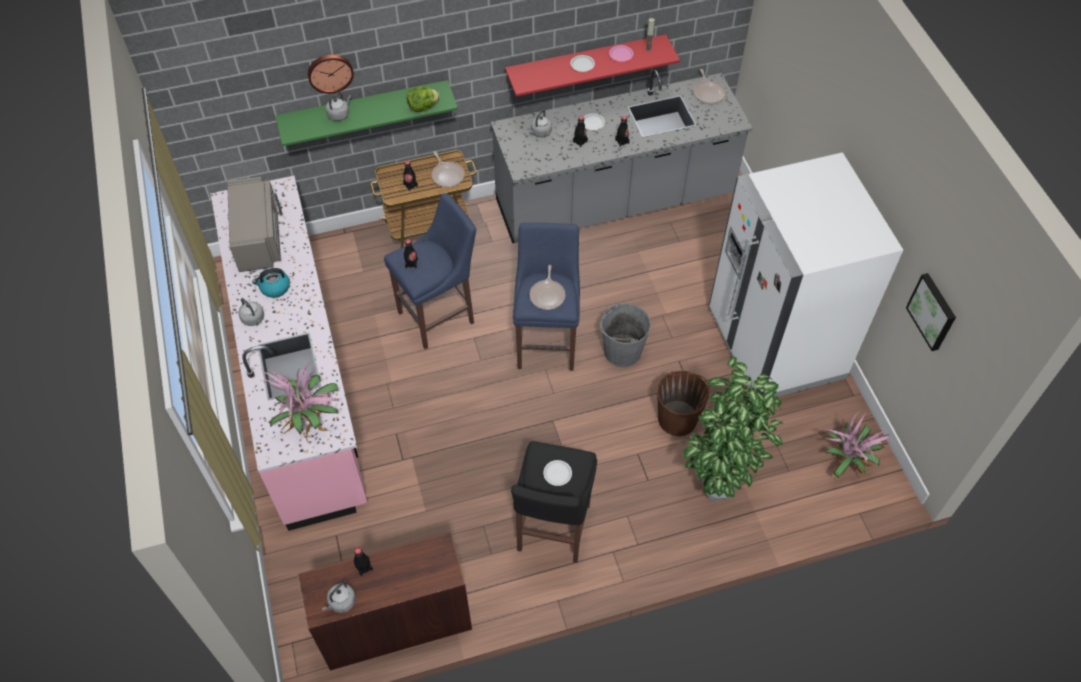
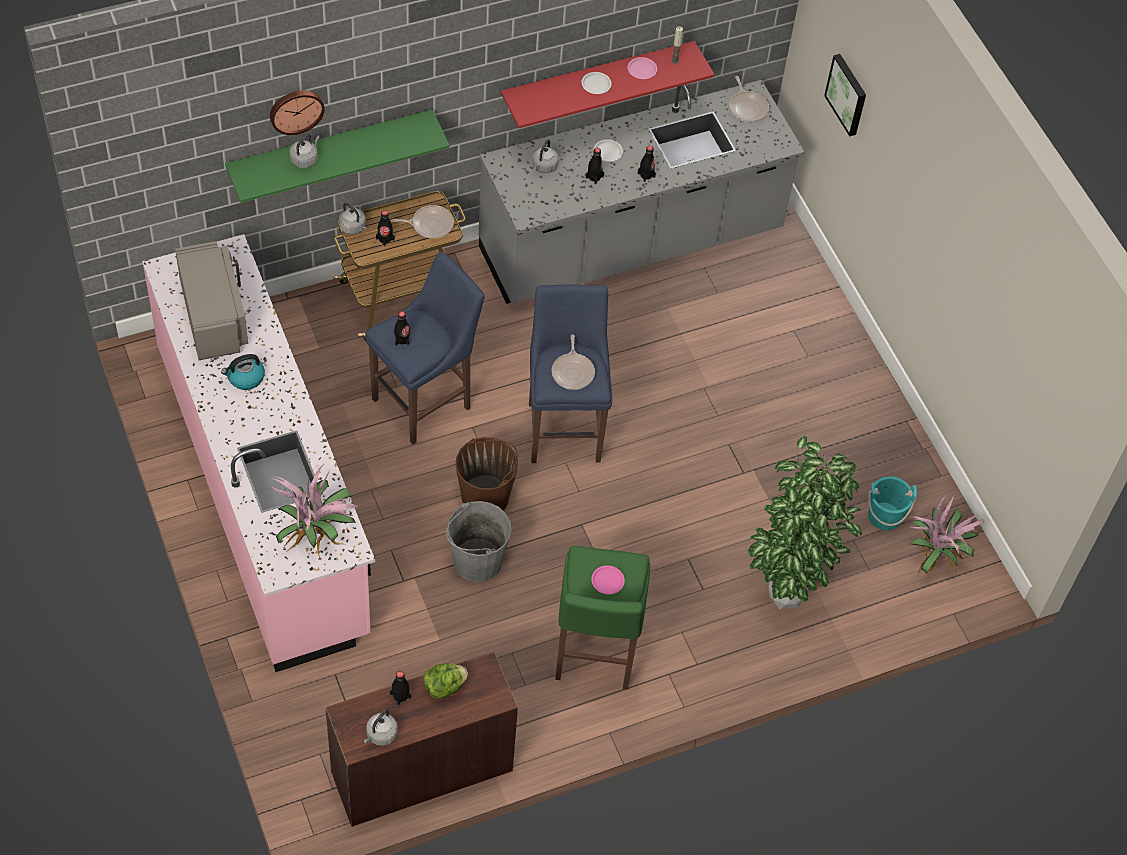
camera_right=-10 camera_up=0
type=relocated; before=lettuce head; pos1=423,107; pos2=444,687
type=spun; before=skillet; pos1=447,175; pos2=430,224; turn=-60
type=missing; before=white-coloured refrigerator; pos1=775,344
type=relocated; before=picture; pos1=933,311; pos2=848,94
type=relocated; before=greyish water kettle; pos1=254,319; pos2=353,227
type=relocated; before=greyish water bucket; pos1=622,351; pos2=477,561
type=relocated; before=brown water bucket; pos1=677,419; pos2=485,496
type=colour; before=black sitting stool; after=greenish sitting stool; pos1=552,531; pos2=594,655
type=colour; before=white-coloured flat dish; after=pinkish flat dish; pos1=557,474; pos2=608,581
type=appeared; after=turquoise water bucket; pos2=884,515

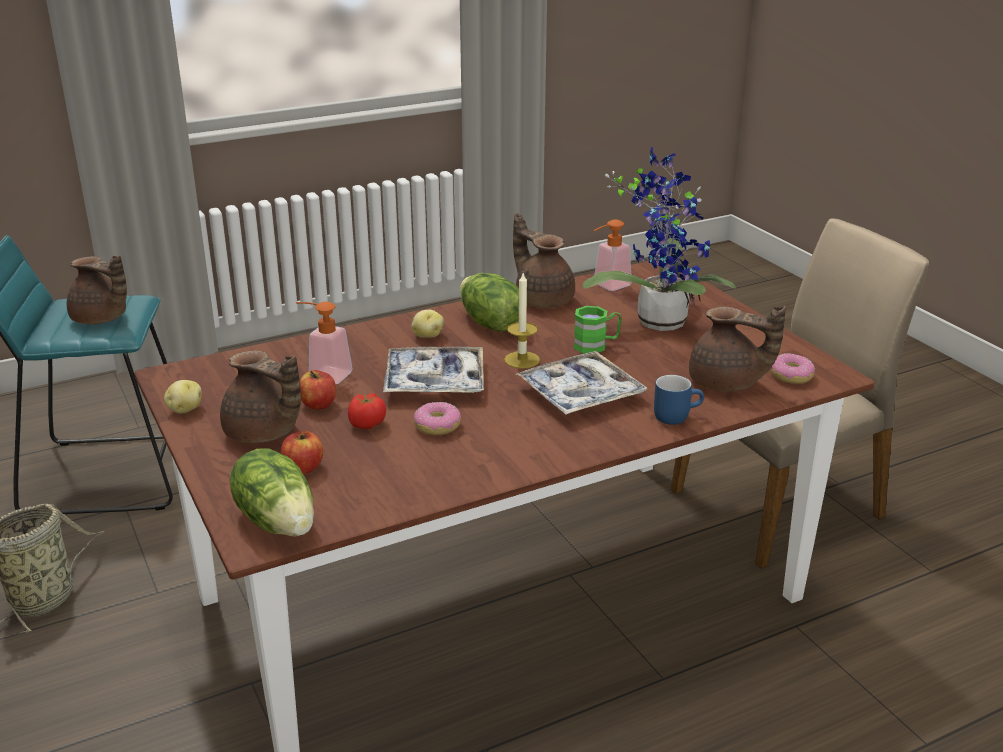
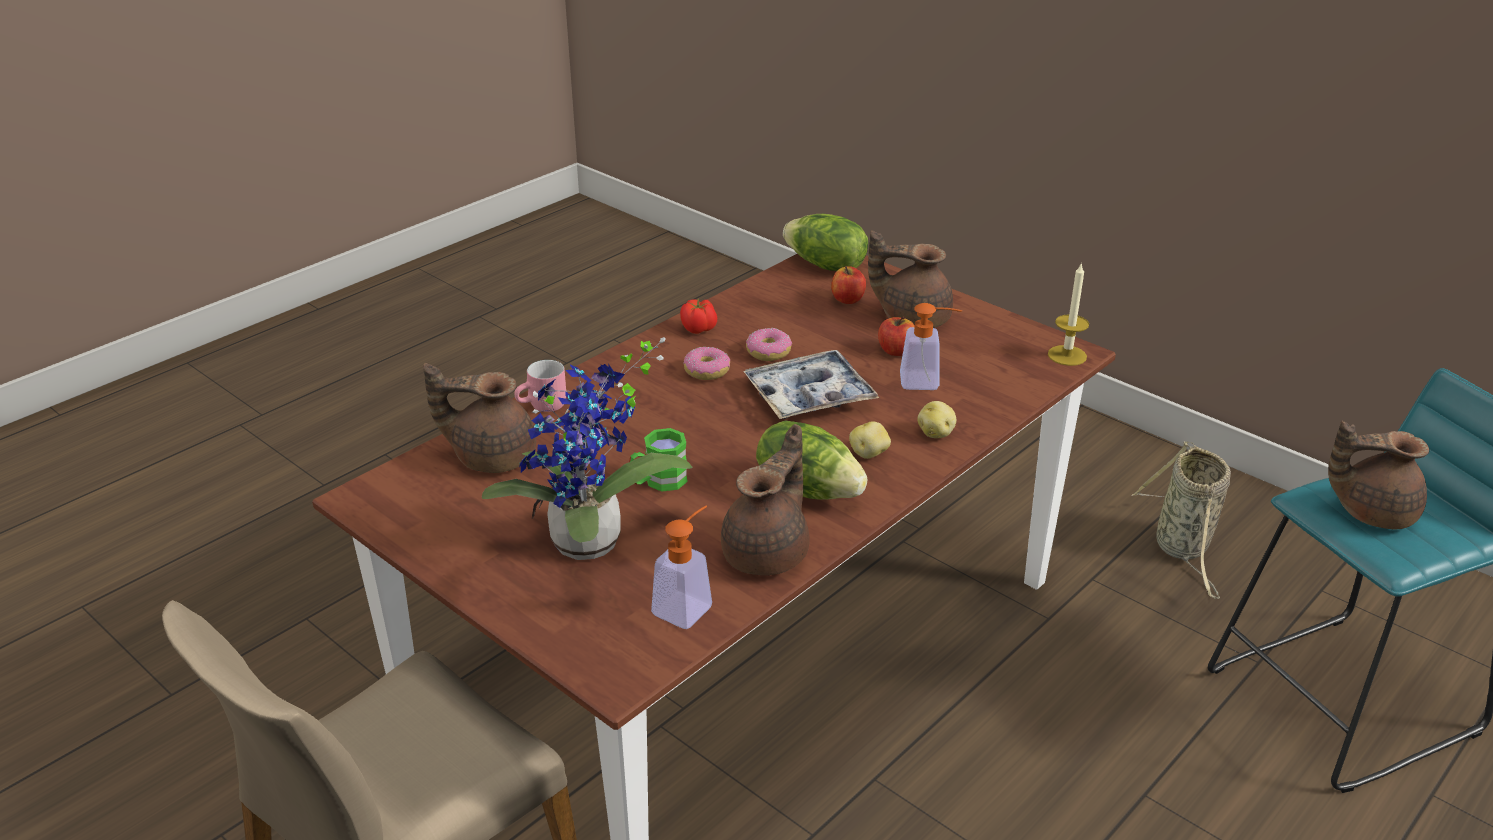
camera_right=160 camera_up=5
type=spun; before=brown teapot; pos1=543,299; pos2=768,553; turn=-90
type=relocated; before=candle; pos1=522,360; pos2=1067,355
type=missing; before=serving tray; pos1=580,394
type=relocated; before=doughnut; pos1=791,376; pos2=707,371
type=colour; before=bluish coffee mug; after=pinkish coffee mug; pos1=675,415; pos2=544,406
type=relocated; before=potato; pos1=185,409; pos2=936,433
type=relocated; before=tomato; pos1=367,424; pos2=699,329

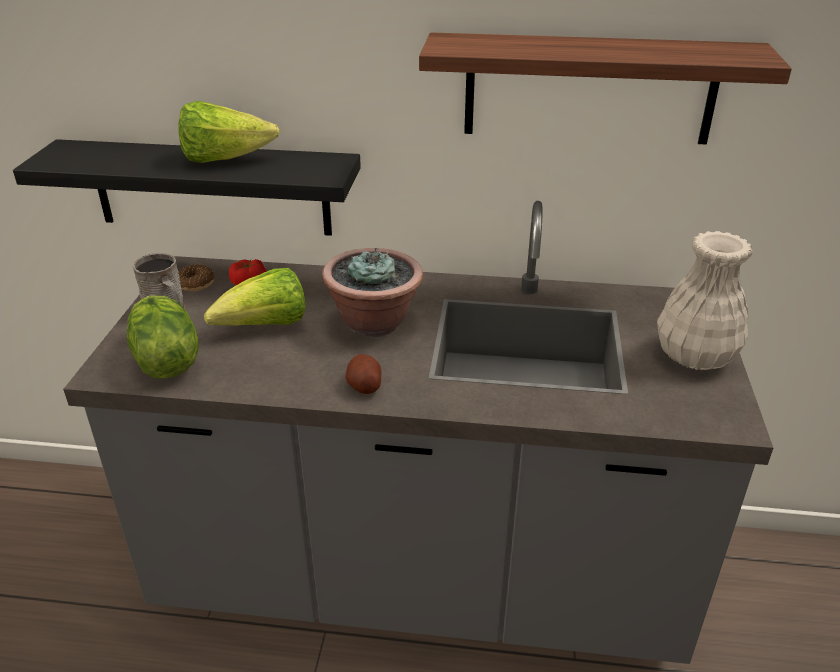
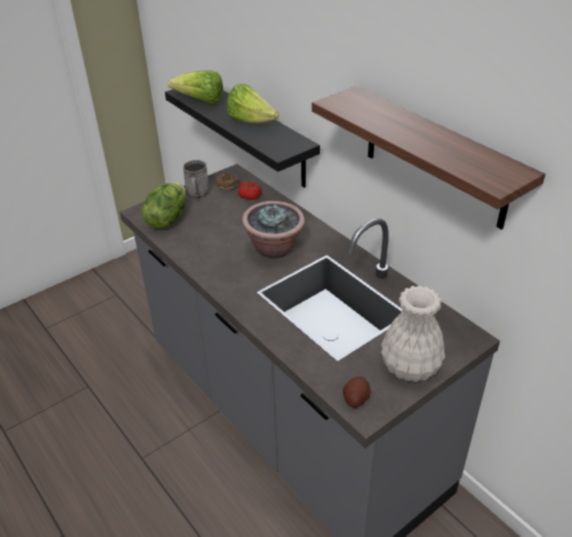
camera_right=45 camera_up=5
type=relocated; before=lettuce head; pos1=265,327; pos2=201,102
type=relocated; before=potato; pos1=364,386; pos2=355,398

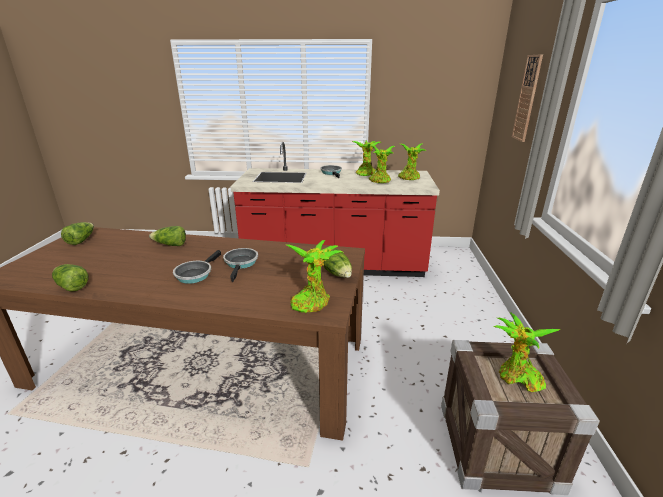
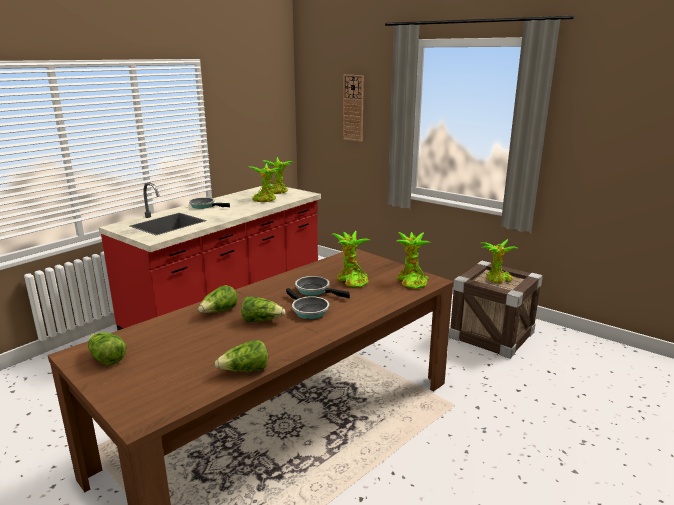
camera_right=-55 camera_up=-5
type=relocated; before=houseplant; pos1=365,173; pos2=351,281
type=relocated; before=lettuce head; pos1=338,274; pos2=261,320

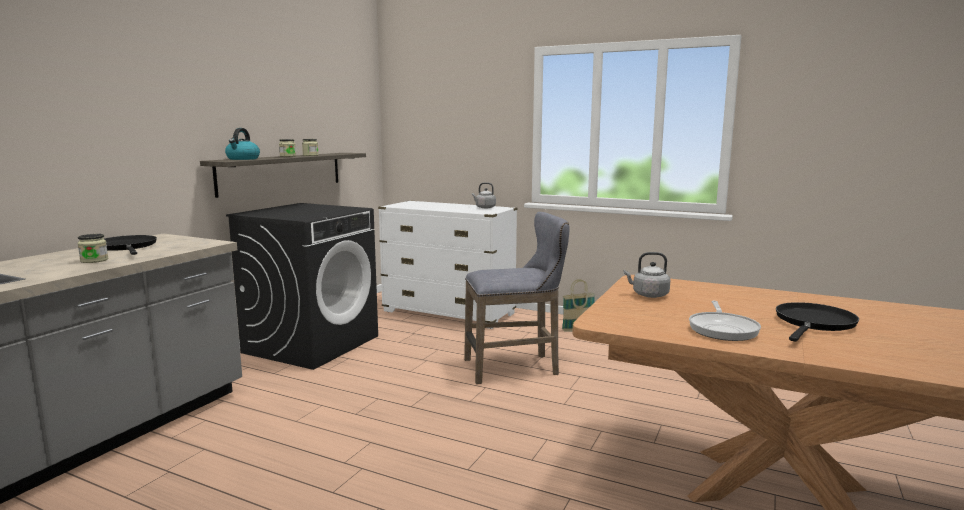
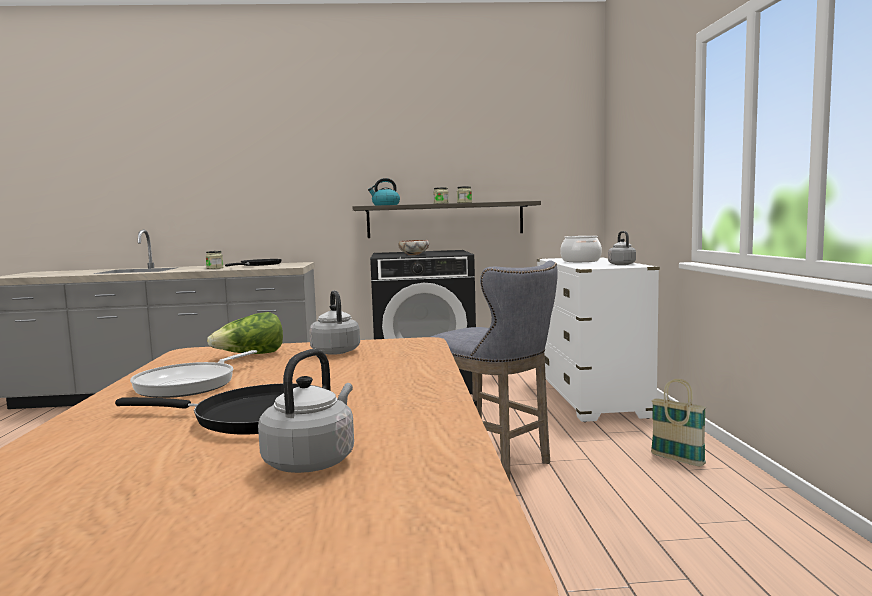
camera_right=60 camera_up=-5
type=spun; before=skillet; pos1=723,329; pos2=191,384; turn=-45
type=appeared; after=cooking pot; pos2=580,261
type=appeared; after=deep dish; pos2=414,255
type=appeared; after=lettuce head; pos2=250,355
type=appeared; after=greyish water kettle; pos2=312,460

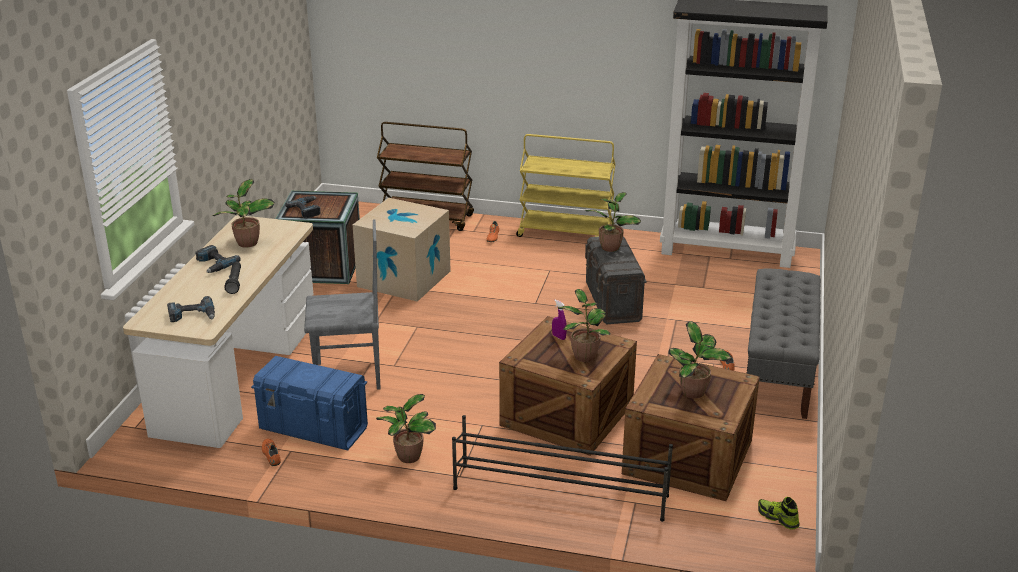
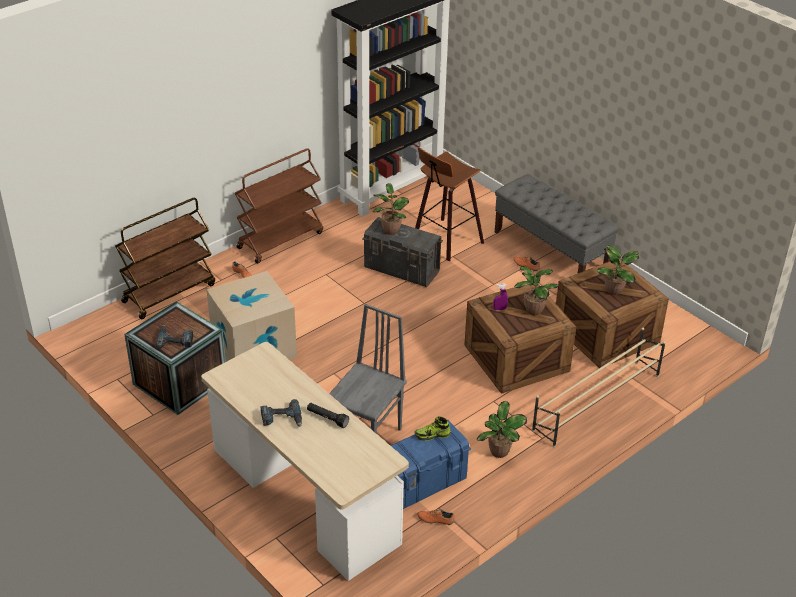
camera_right=-55 camera_up=10
type=colour; before=yellow cart; after=brown cart; pos1=566,233; pos2=280,239
type=missing; before=houseplant; pos1=247,243
type=missing; before=drill; pos1=192,316
type=colour; before=black shoe stand; after=beige-coloured shoe stand; pos1=559,492; pos2=596,403
type=relocated; before=item of footwear; pos1=777,518; pos2=432,435
type=appeared; after=sitting stool; pos2=445,241

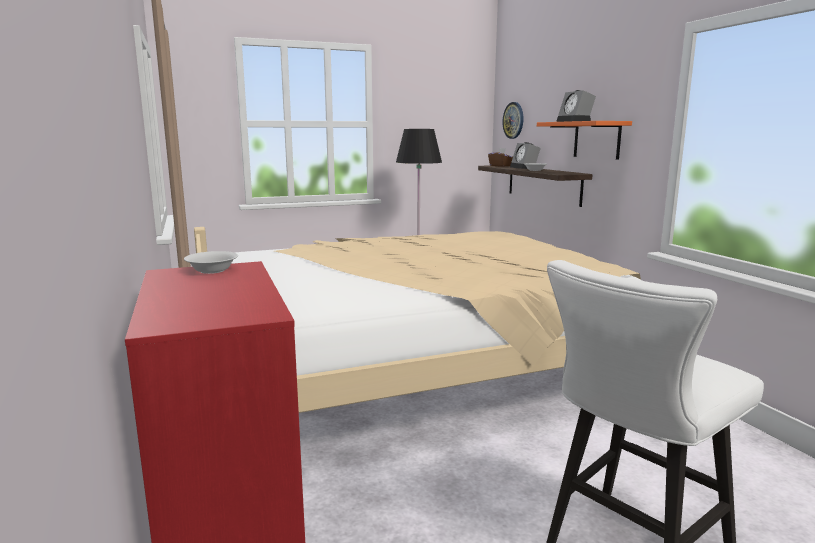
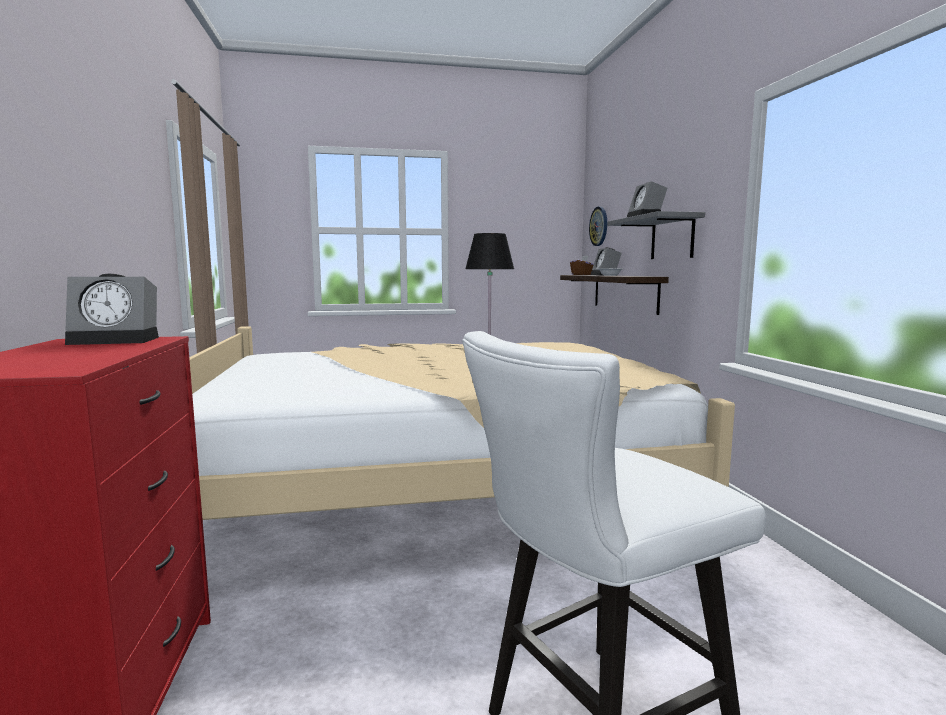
camera_right=10 camera_up=-5
type=colour; before=orange shelf; after=greyish shelf; pos1=597,140; pos2=672,238
type=exchanged; before=white-coloured deep dish; after=bedside clock; pos1=213,270; pos2=118,340

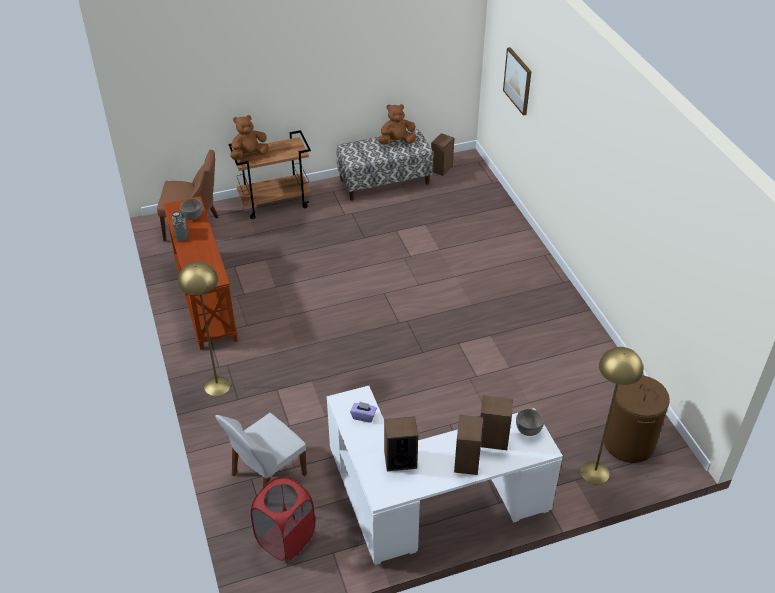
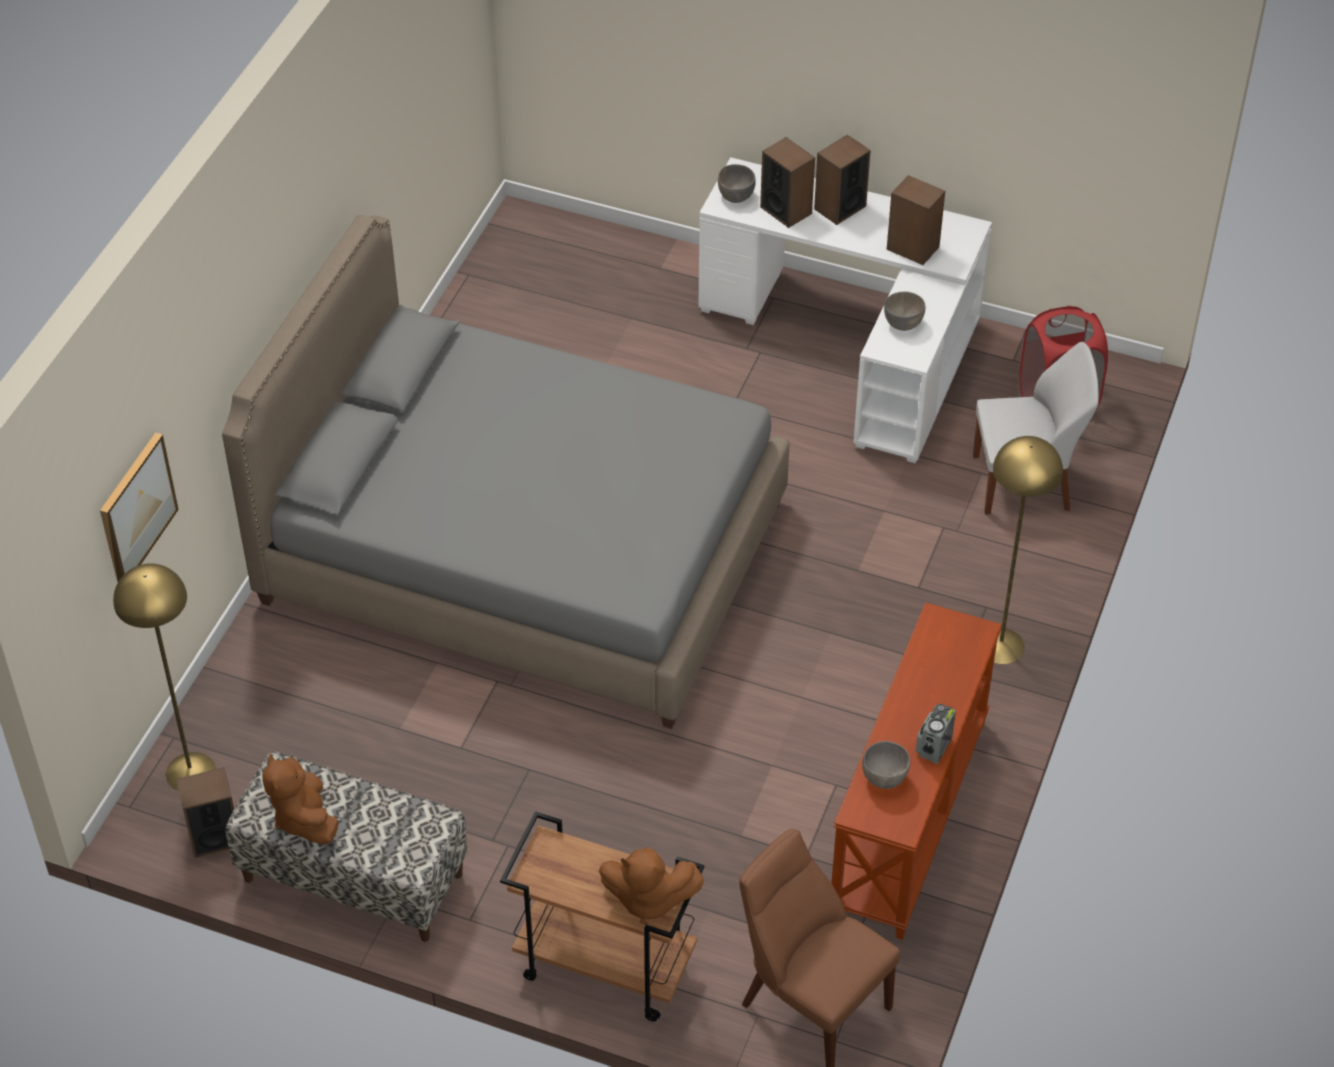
camera_right=-140 camera_up=5
type=spun; before=brown soft toy; pos1=396,141; pos2=304,818; turn=45
type=relocated; before=yellow floor lamp; pos1=595,472; pos2=190,772
type=missing; before=brown laundry basket; pos1=628,443
type=exchanged; before=purple box of tissues; after=greyish deep dish; pos1=363,416; pos2=903,324
type=appeared; after=greyish bedroom bed; pos2=524,552

